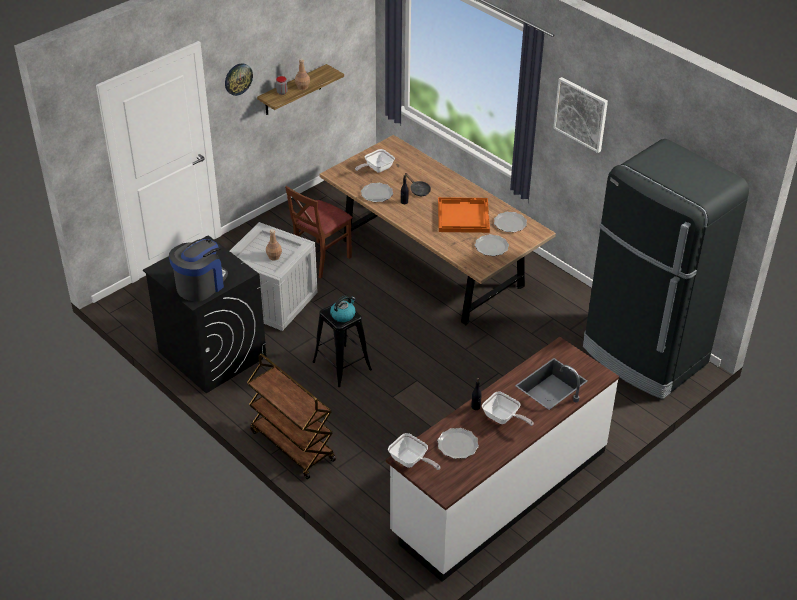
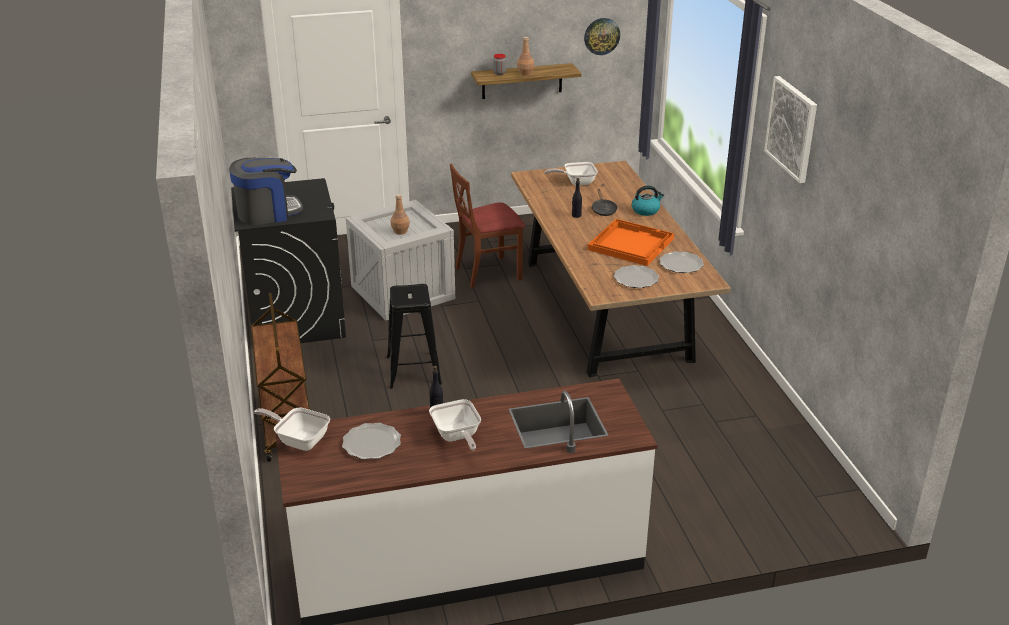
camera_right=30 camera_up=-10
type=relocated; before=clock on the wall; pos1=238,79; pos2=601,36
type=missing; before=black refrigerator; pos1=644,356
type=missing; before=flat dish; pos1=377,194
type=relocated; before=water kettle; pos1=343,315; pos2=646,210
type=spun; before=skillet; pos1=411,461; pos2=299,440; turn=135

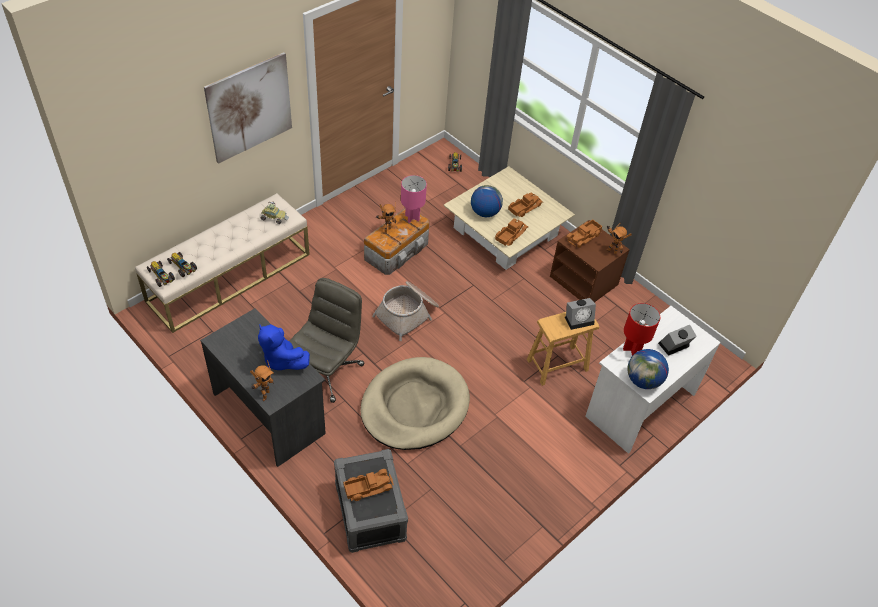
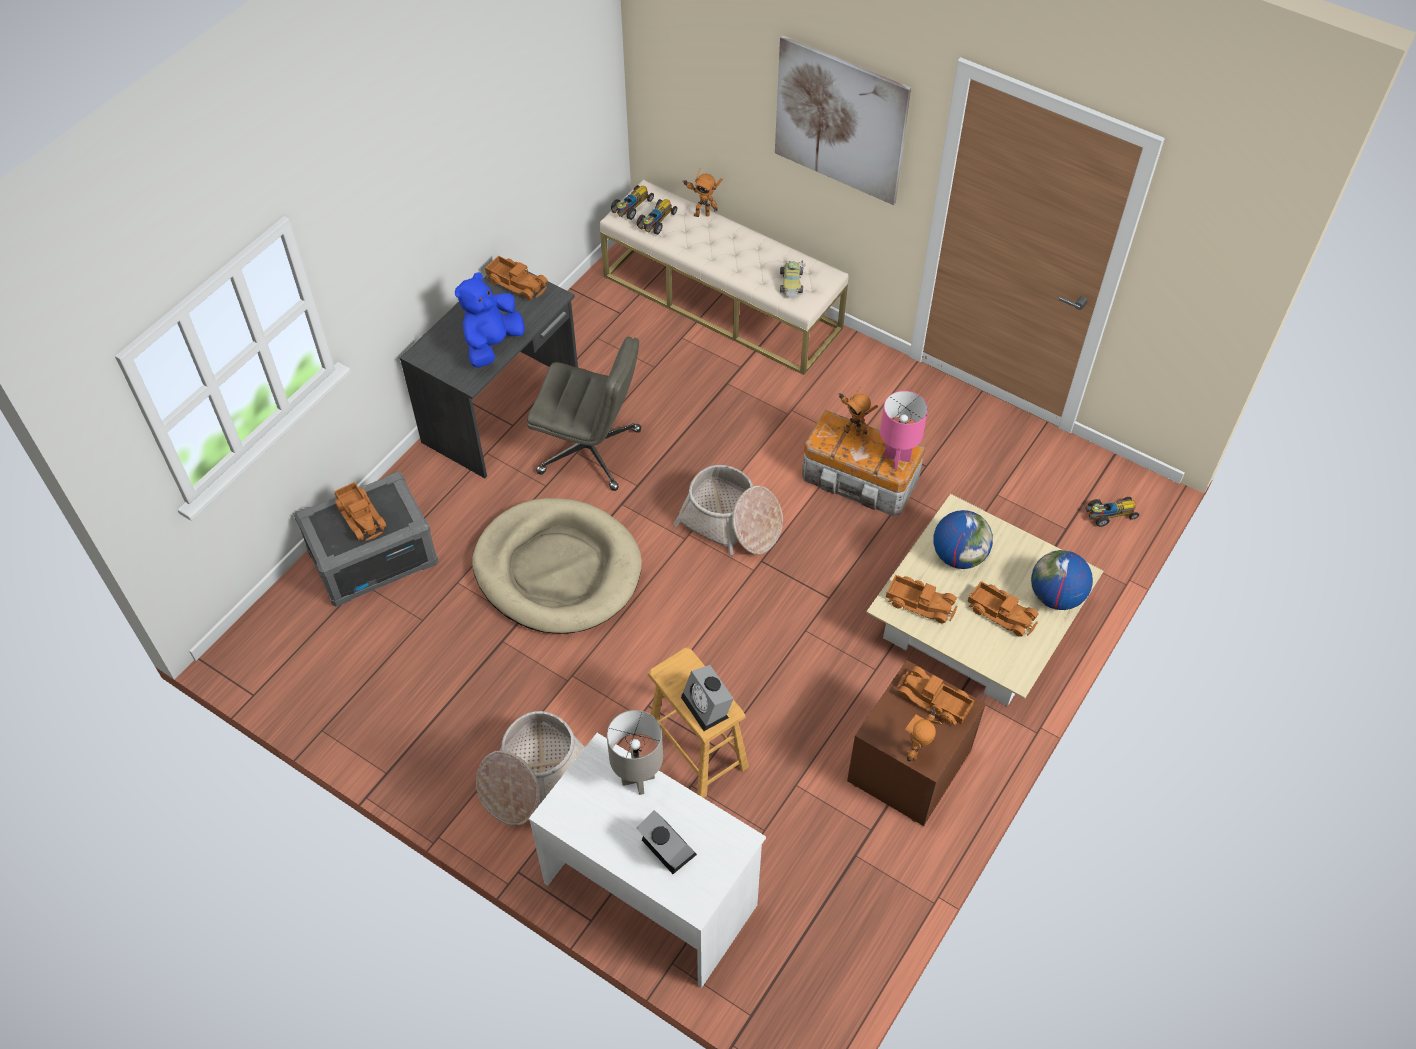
camera_right=80 camera_up=5
type=colour; before=red table lamp; after=greyish table lamp; pos1=632,350; pos2=637,780
type=relocated; before=world globe; pos1=643,381; pos2=1055,596
type=relocated; before=toy robot; pos1=264,395; pos2=701,214
type=appeared; after=toy truck; pos2=517,283
type=appeared; after=basket; pos2=532,776

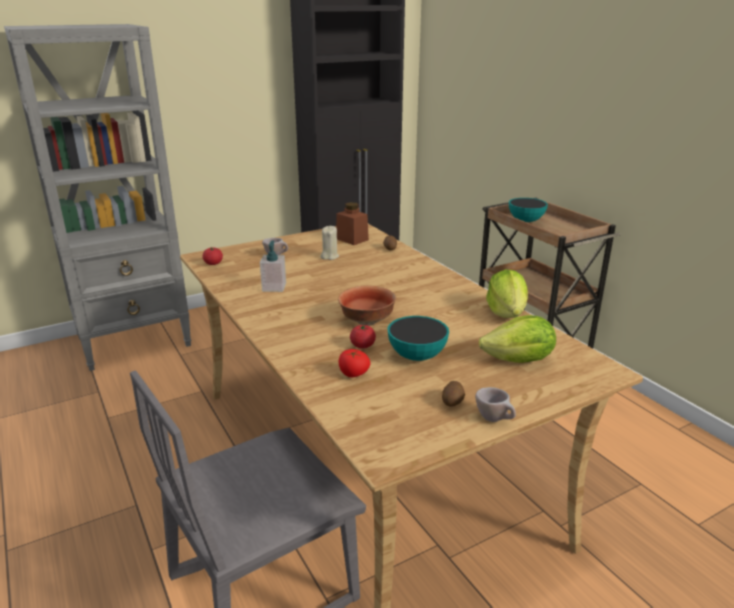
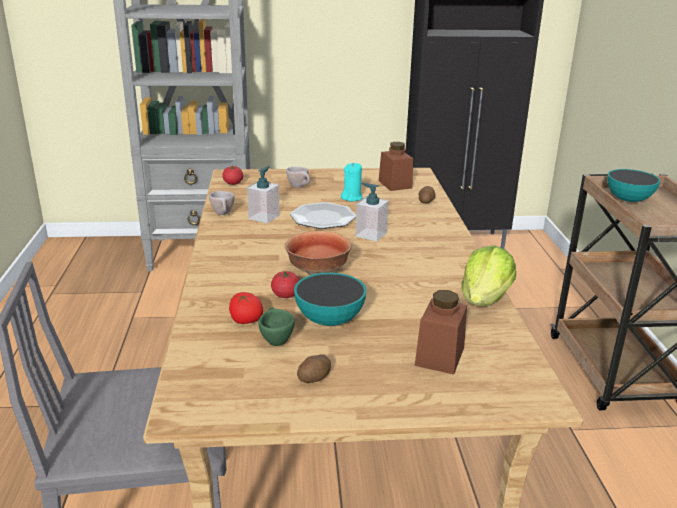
camera_right=25 camera_up=0
type=colour; before=beige-coloured candle; after=turquoise candle; pos1=329,256; pos2=352,197
type=exchanged; before=lettuce head; after=brown jar; pos1=519,361; pos2=439,356
type=relocated; before=beige-coloured small cup; pos1=495,419; pos2=223,214
type=appeared; after=liquid soap bottle; pos2=371,234
type=appeared; after=flat dish; pos2=323,218
type=appeared; after=greenish small cup; pos2=275,340

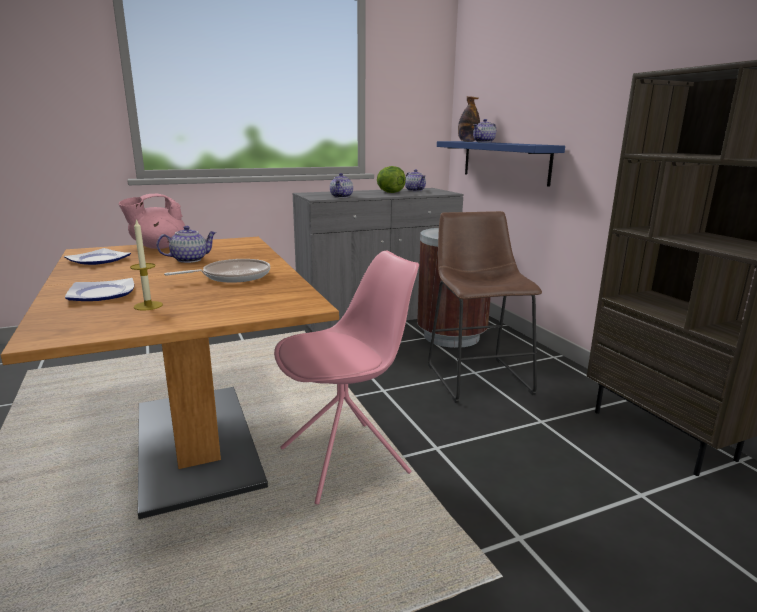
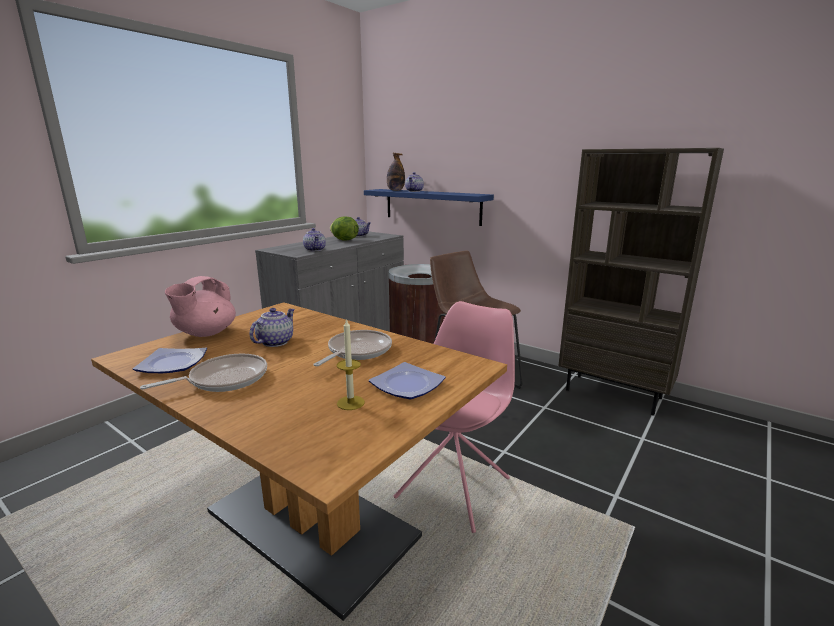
camera_right=-30 camera_up=0
type=relocated; before=flat dish; pos1=103,294; pos2=407,384
type=appeared; after=skillet; pos2=224,379

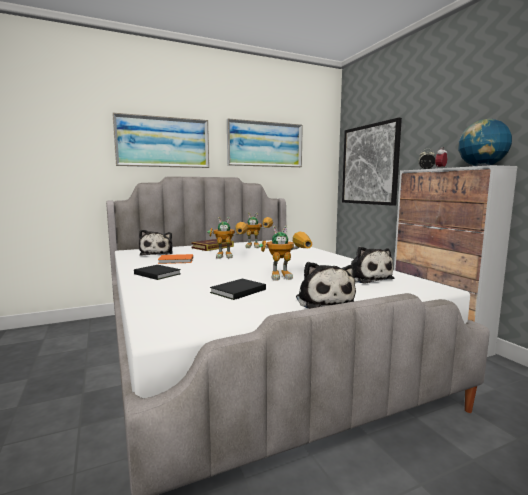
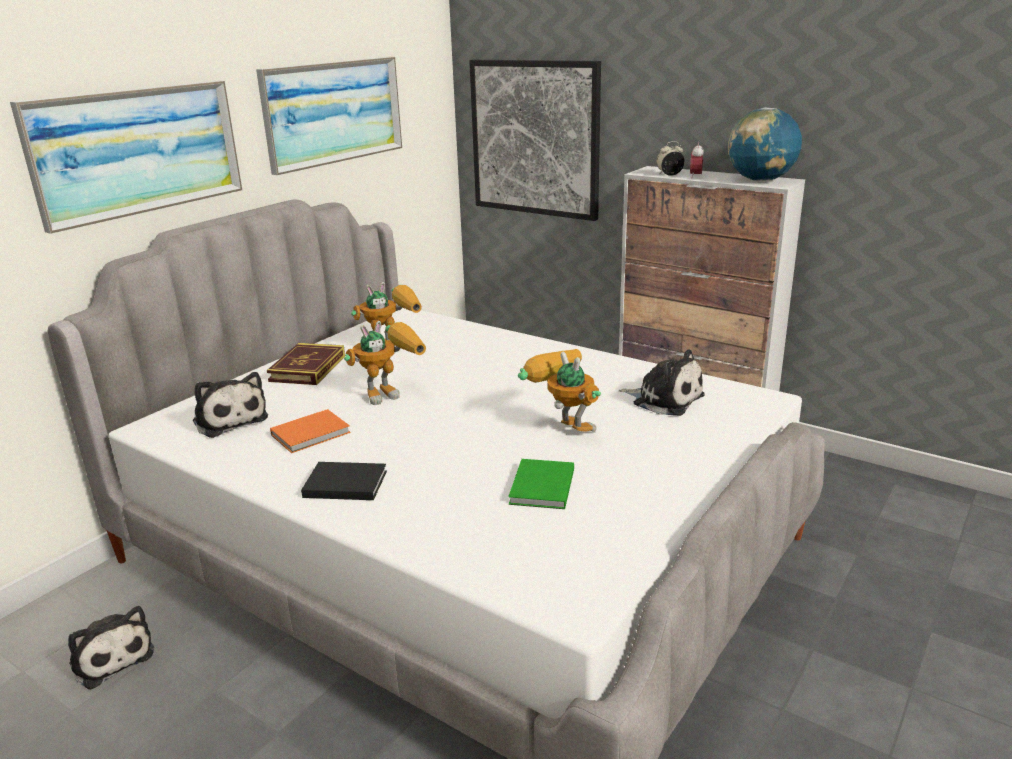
camera_right=-30 camera_up=15
type=spun; before=toy robot; pos1=288,276; pos2=562,427; turn=-90
type=relocated; before=soft toy; pos1=323,301; pos2=111,657
type=colour; before=black volume; after=greenish volume; pos1=236,291; pos2=540,488

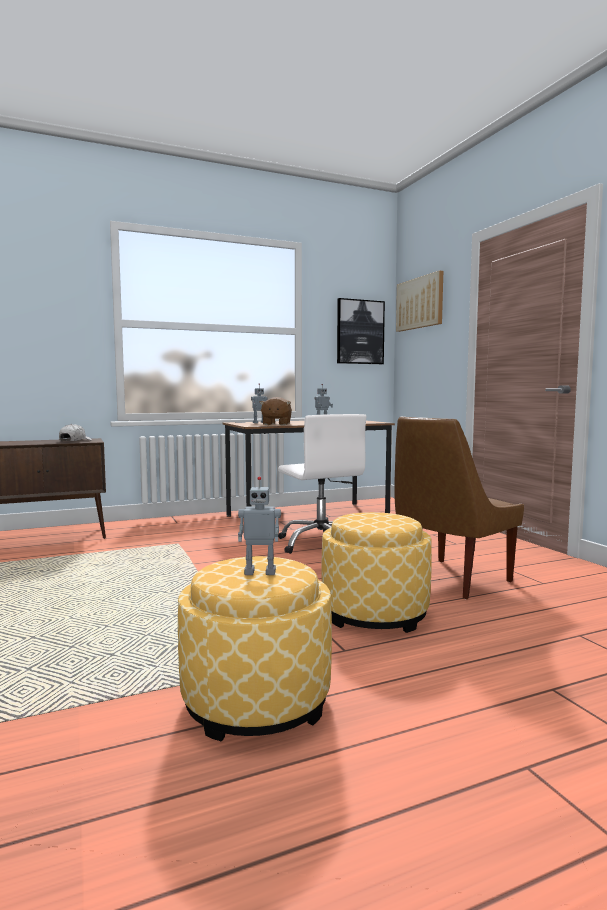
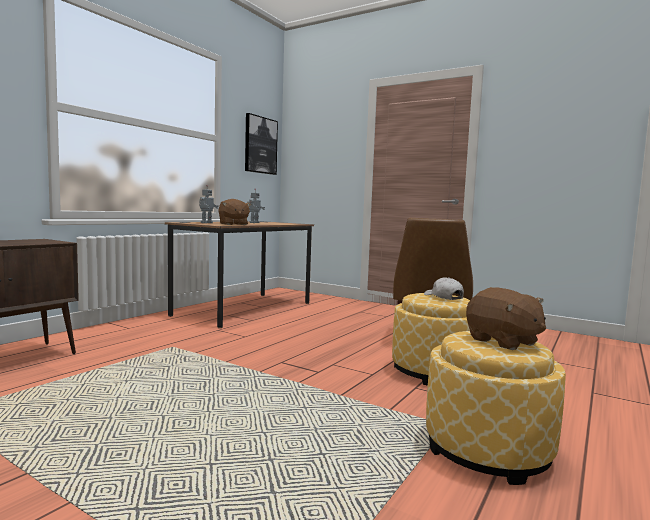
camera_right=-35 camera_up=0
type=missing; before=picture; pos1=420,303
type=missing; before=white-coloured computer chair; pos1=321,543
type=relocated; before=white-coloured cap; pos1=75,441; pos2=443,297
type=exchanged; before=toy robot; after=brown soft toy; pos1=260,572; pos2=503,341

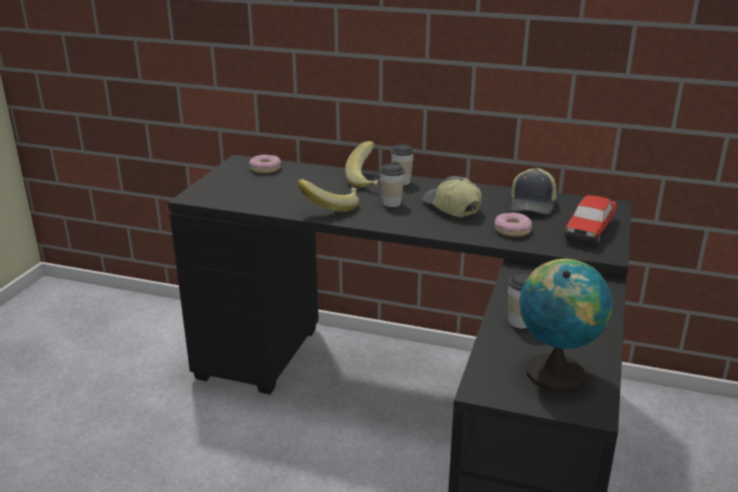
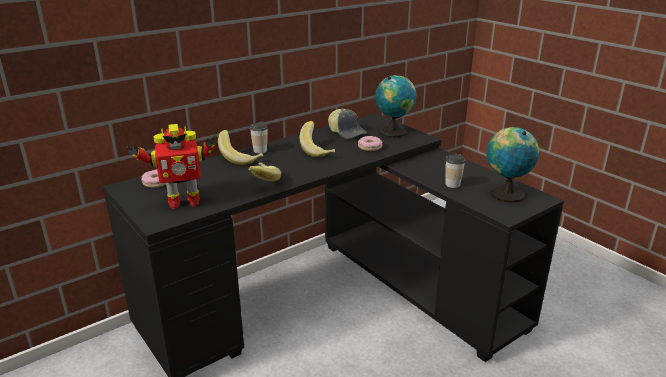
camera_right=-55 camera_up=0
type=missing; before=small cup; pos1=391,203
type=exchanged; before=cap; after=whole banana; pos1=450,207; pos2=318,151
type=exchanged; before=toy car; after=world globe; pos1=590,229; pos2=394,132
type=appeared; after=toy robot; pos2=183,202

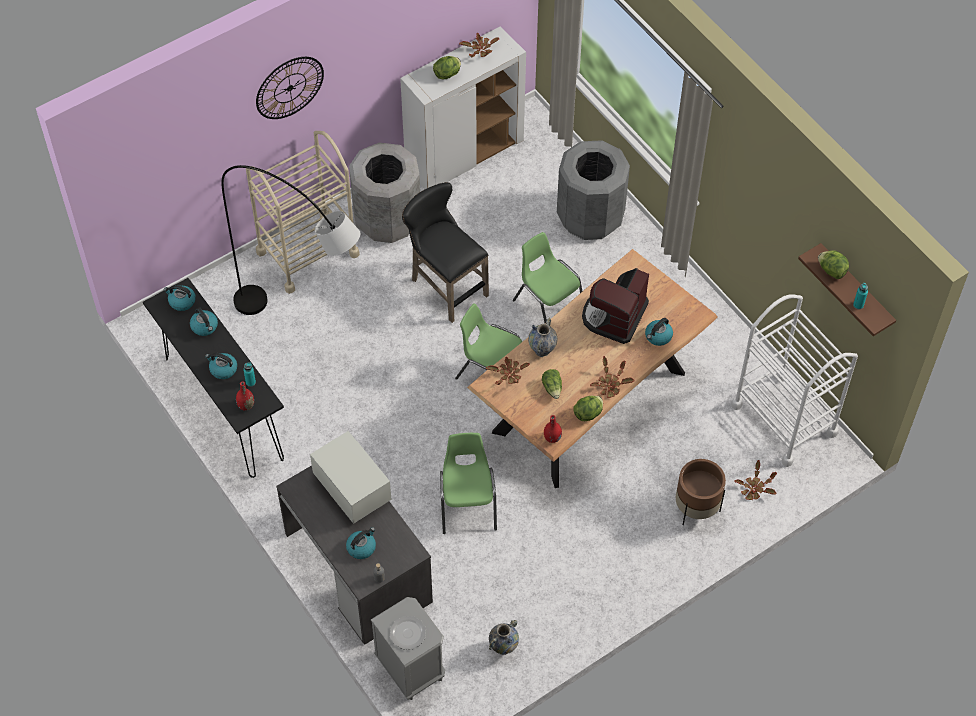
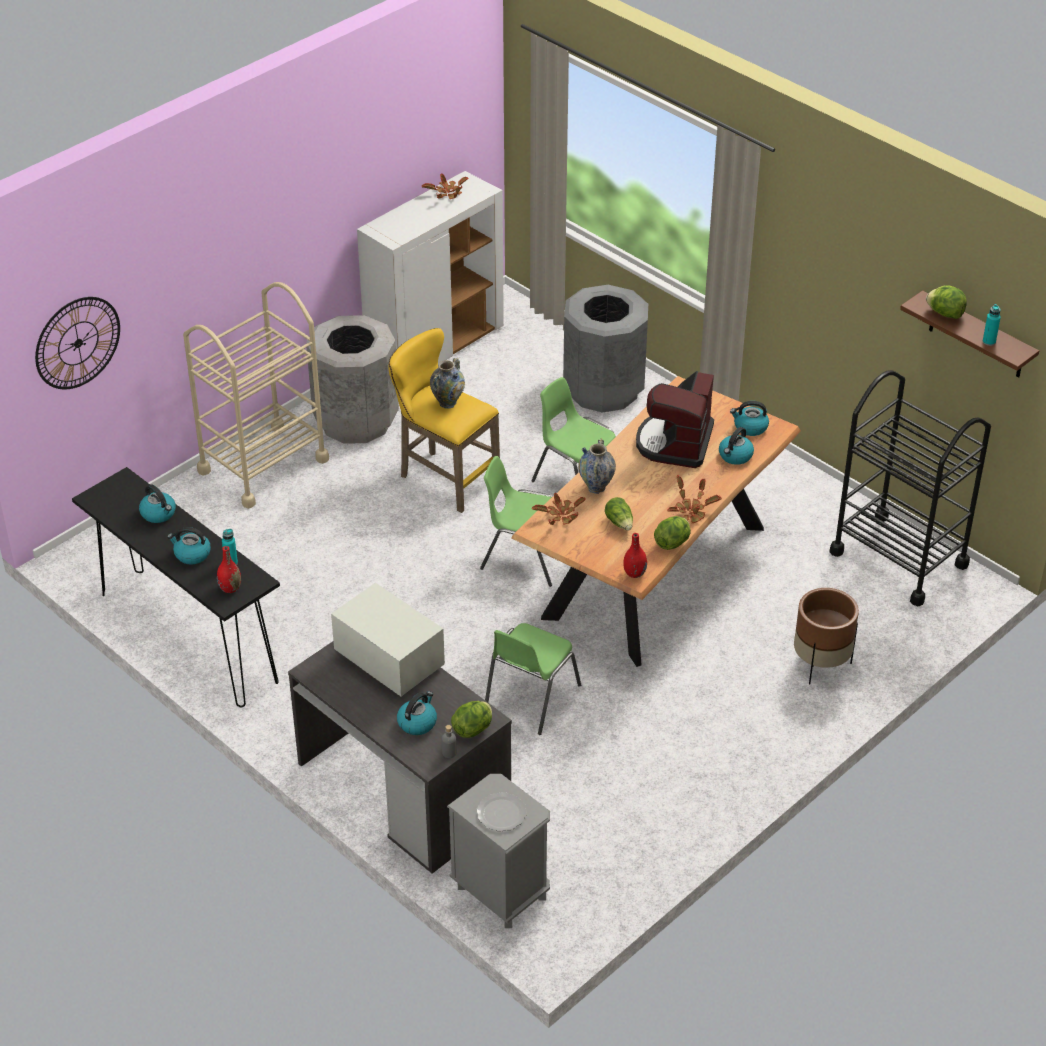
camera_right=-10 camera_up=-15
type=relocated; before=lettuce head; pos1=447,74; pos2=473,729
type=relocated; before=clock on the wall; pos1=289,87; pos2=78,343
type=missing; before=greyish floor lamp; pos1=305,326
type=colour; before=black sitting stool; after=yellow sitting stool; pos1=445,286; pos2=444,477
type=relocated; before=water kettle; pos1=181,301; pos2=750,427
type=colour; before=white-coloured cart; after=black cart; pos1=784,419; pos2=899,558
type=spun; before=greenish chair; pos1=467,504; pos2=530,698; turn=-135
type=missing; before=houseplant; pos1=754,488
type=relocated; before=flower vase; pos1=503,647; pos2=447,403

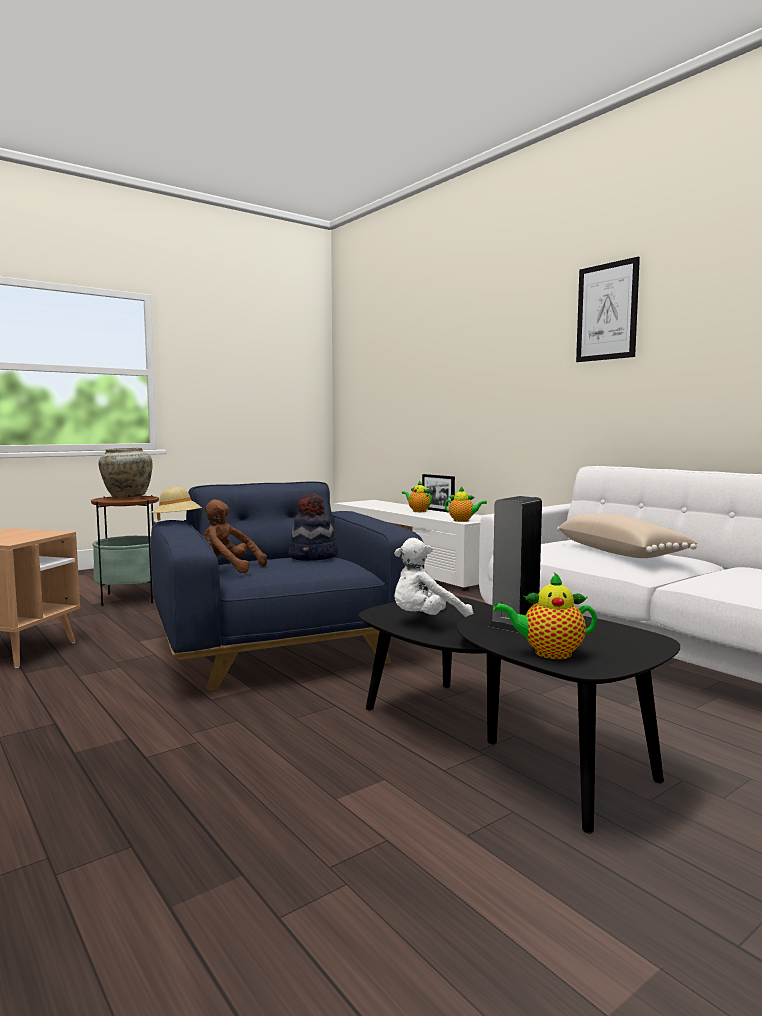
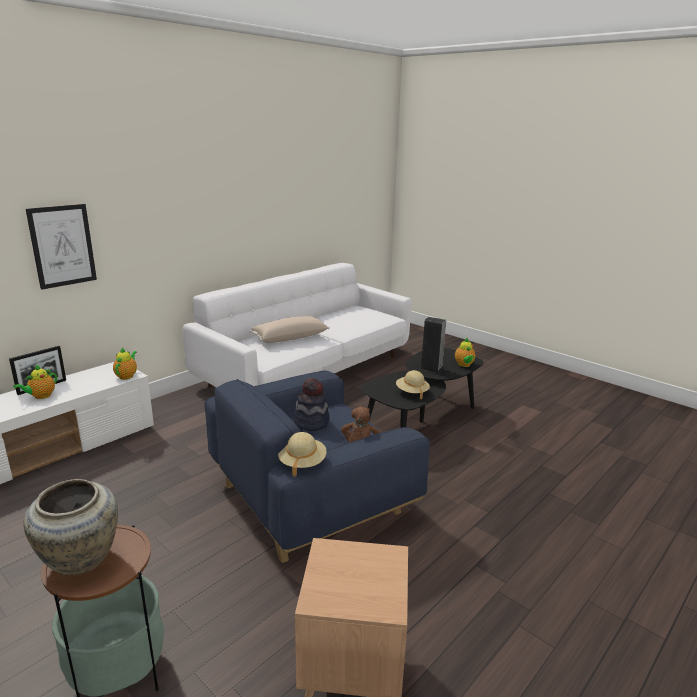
camera_right=-100 camera_up=15
type=relocated; before=picture; pos1=607,312; pos2=62,246
type=exchanged; before=white-coloured soft toy; after=beige-coloured wearable hat; pos1=426,620; pos2=412,392

